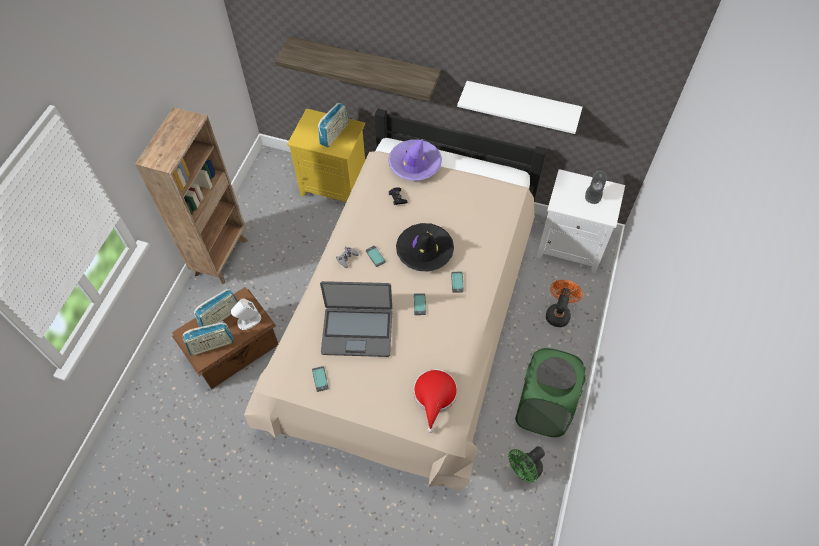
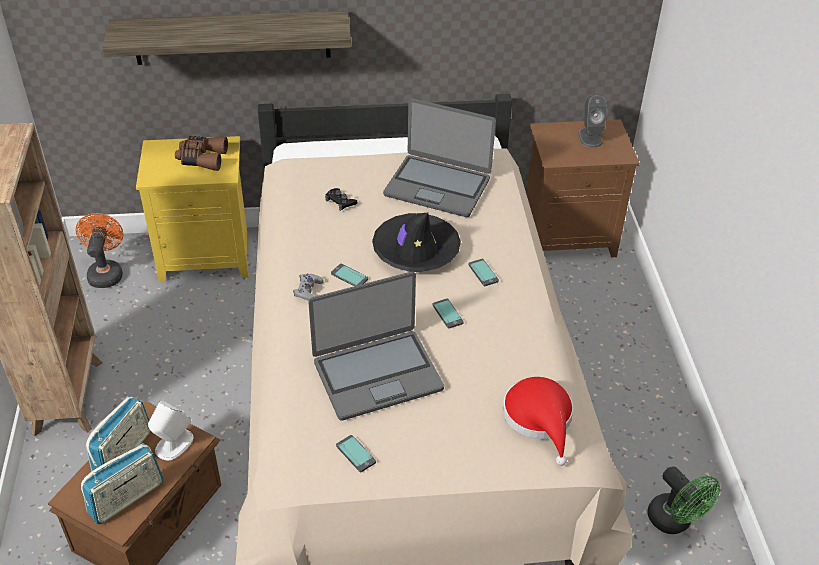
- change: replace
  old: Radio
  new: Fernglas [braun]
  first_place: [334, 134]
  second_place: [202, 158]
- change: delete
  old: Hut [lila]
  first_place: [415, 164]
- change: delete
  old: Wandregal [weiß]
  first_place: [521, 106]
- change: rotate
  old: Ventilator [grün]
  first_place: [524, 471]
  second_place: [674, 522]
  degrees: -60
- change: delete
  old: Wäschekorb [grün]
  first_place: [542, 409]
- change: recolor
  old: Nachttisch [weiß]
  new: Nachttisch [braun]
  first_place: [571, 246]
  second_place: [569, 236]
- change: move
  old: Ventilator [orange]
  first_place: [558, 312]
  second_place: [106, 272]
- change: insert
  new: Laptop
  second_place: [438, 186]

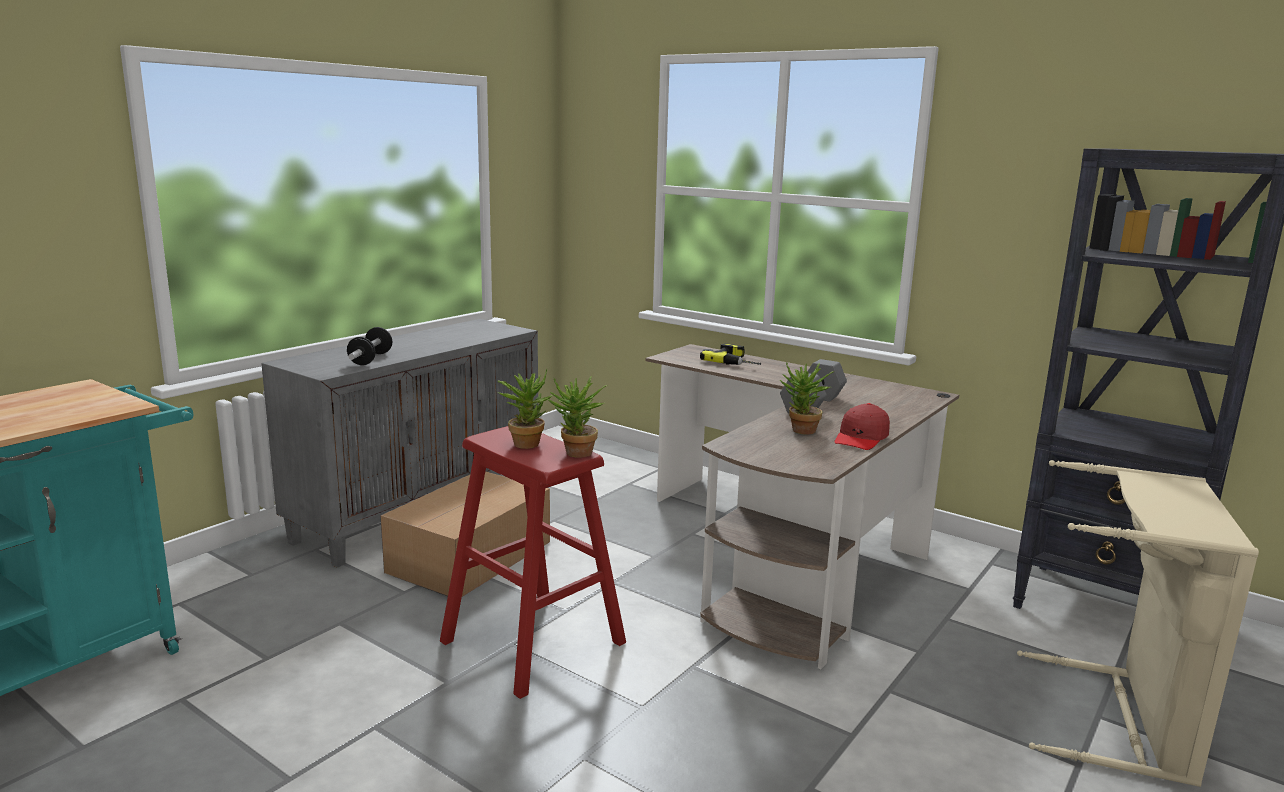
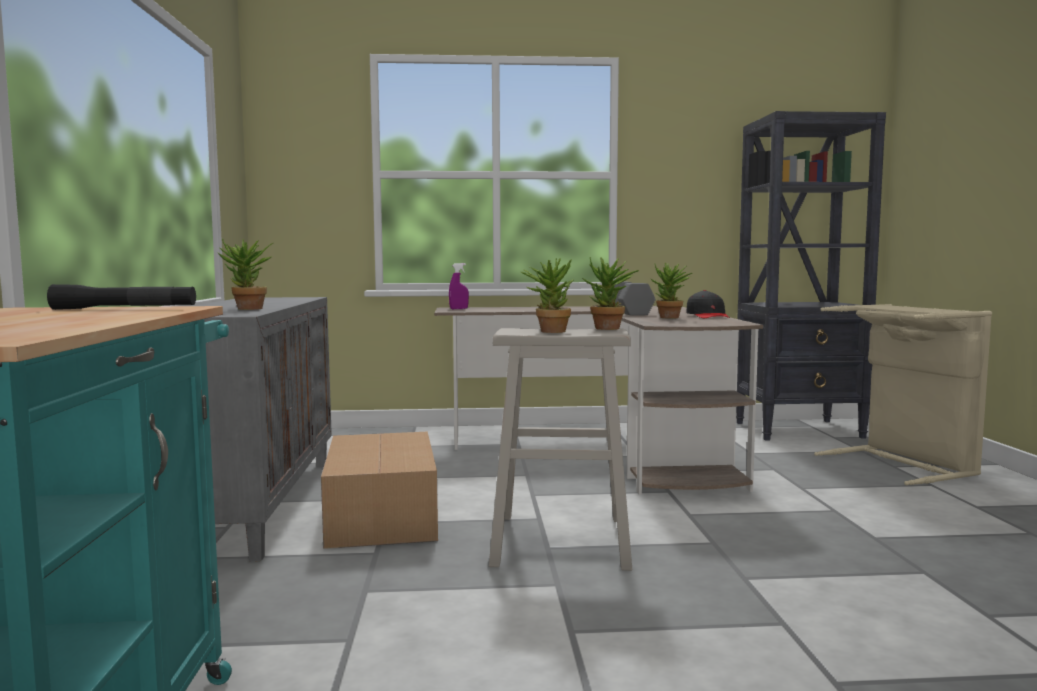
- change: replace
  old: Hantel
  new: Topfpflanze
  first_place: [371, 359]
  second_place: [247, 309]
- change: recolor
  old: Hocker [rot]
  new: Hocker [beige]
  first_place: [532, 642]
  second_place: [560, 541]
- change: delete
  old: Bohrmaschine
  first_place: [737, 362]
- change: recolor
  old: Kappe [rot]
  new: Kappe [schwarz]
  first_place: [861, 438]
  second_place: [708, 316]
- change: insert
  new: Taschenlampe [schwarz]
  second_place: [124, 308]
- change: insert
  new: Sprühflasche [lila]
  second_place: [459, 309]

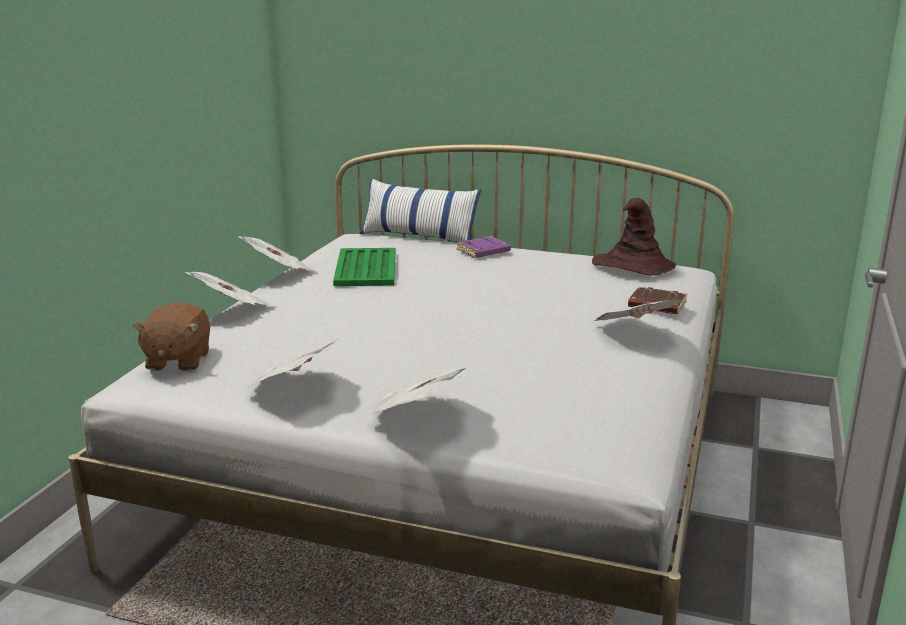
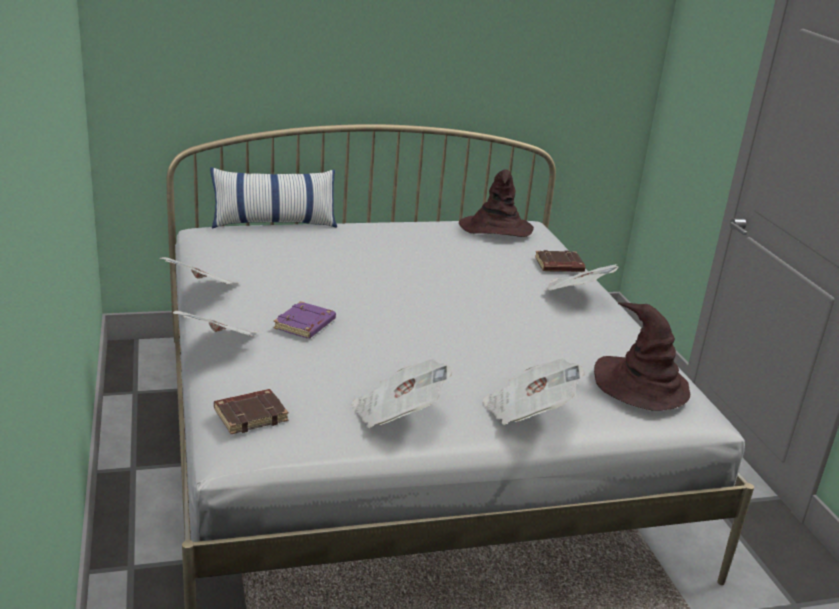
- change: replace
  old: Plüschtier [braun]
  new: Buch [braun]
  first_place: [177, 361]
  second_place: [251, 415]
- change: delete
  old: Tablett [grün]
  first_place: [366, 268]
- change: move
  old: Buch [lila]
  first_place: [483, 251]
  second_place: [305, 325]
- change: insert
  new: Hut [braun]
  second_place: [641, 385]

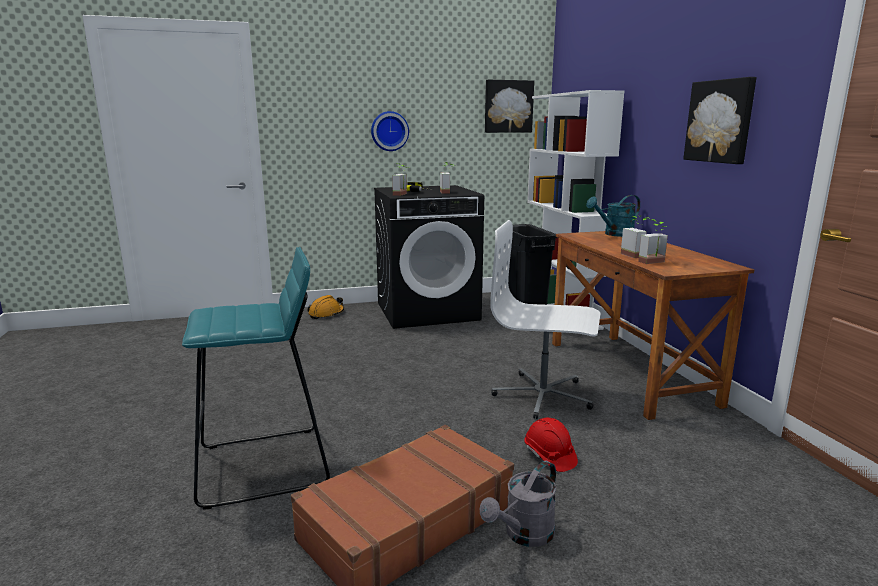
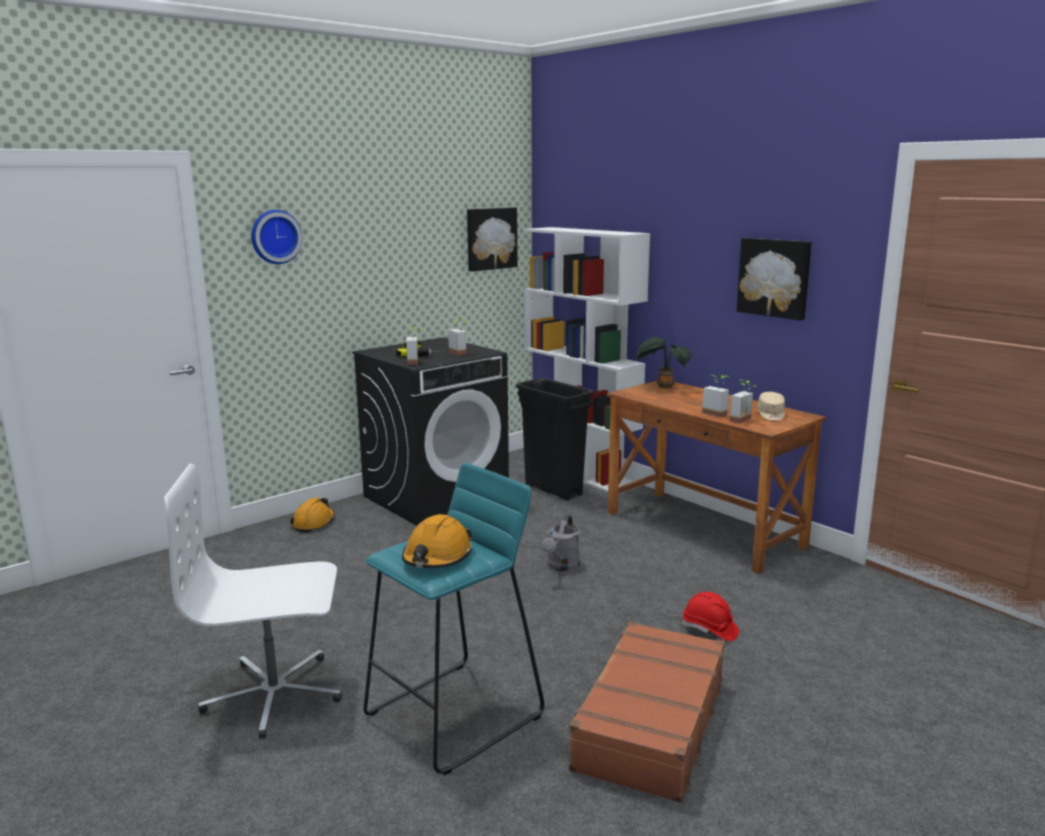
- change: move
  old: Wanduhr
  first_place: [389, 131]
  second_place: [274, 236]
- change: move
  old: Gießkanne [grau]
  first_place: [524, 535]
  second_place: [561, 566]
- change: move
  old: Bürostuhl [weiß]
  first_place: [543, 395]
  second_place: [275, 694]
- change: replace
  old: Gießkanne [türkis]
  new: Topfpflanze
  first_place: [614, 234]
  second_place: [663, 387]
- change: insert
  new: Schutzhelm [orange]
  second_place: [437, 557]
- change: insert
  new: Kappe [beige]
  second_place: [771, 414]

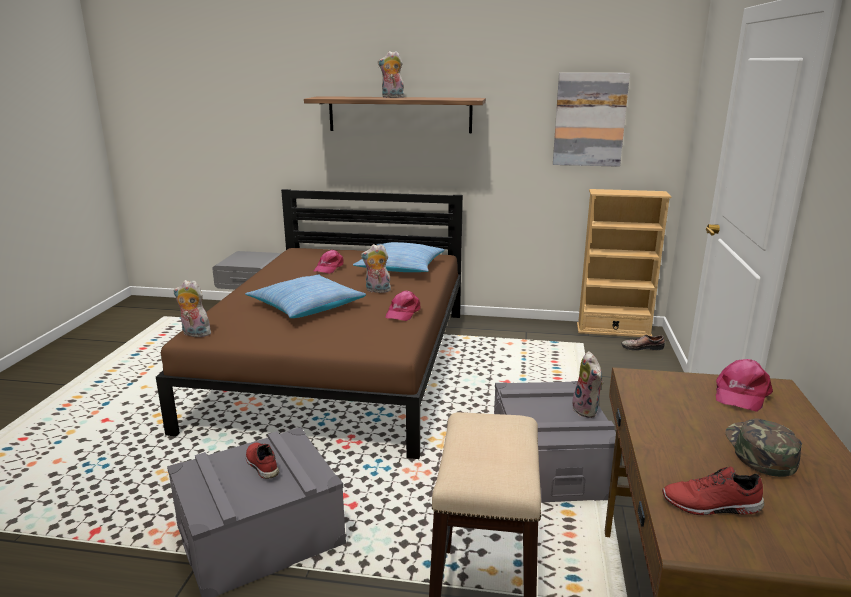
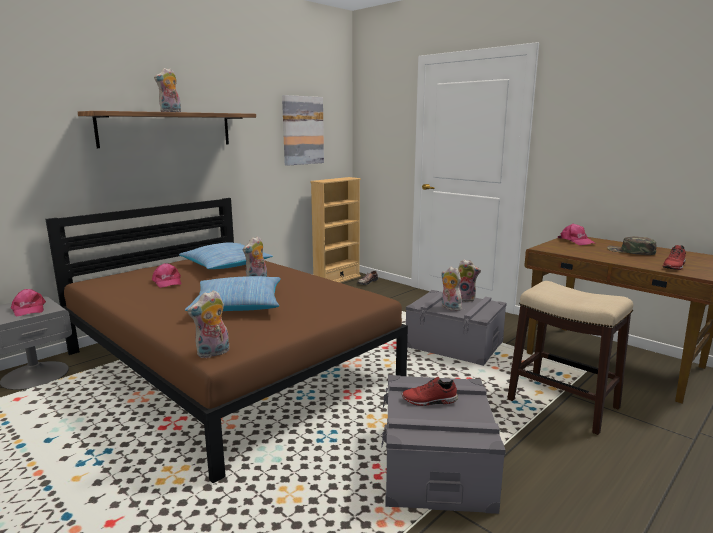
- change: move
  old: Kappe [rosa]
  first_place: [403, 312]
  second_place: [28, 309]
- change: insert
  new: Plüschtier
  second_place: [449, 308]

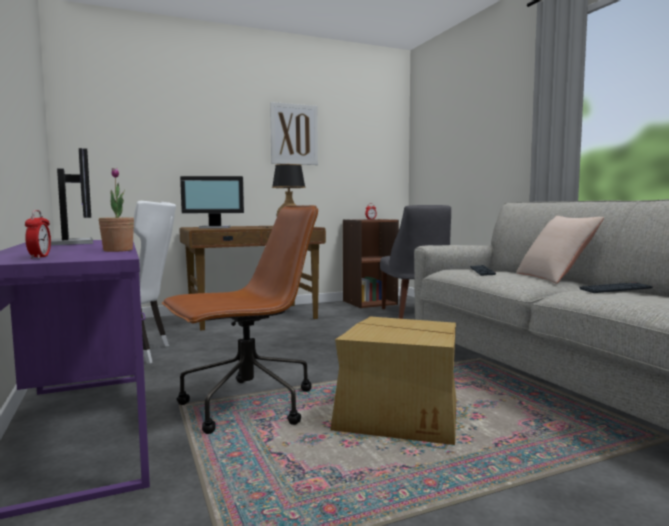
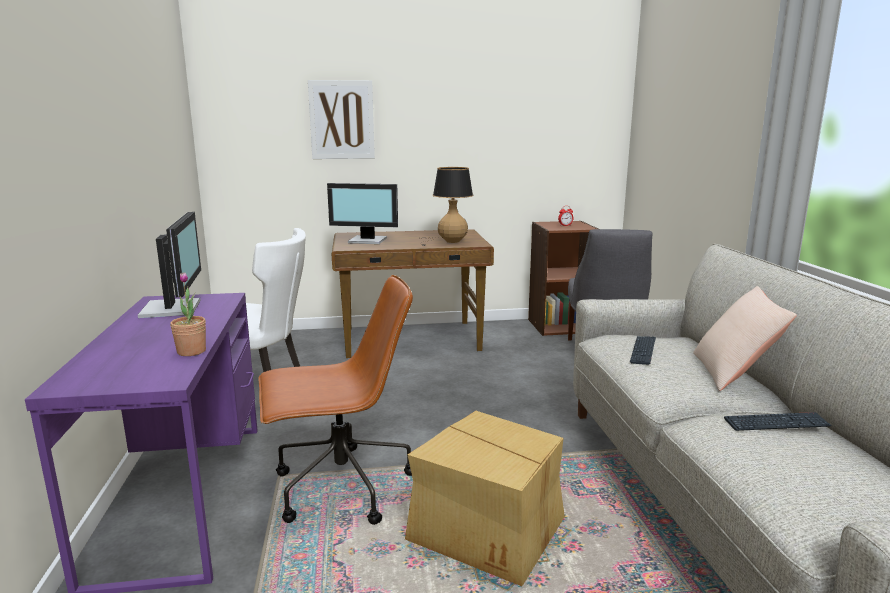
- change: delete
  old: Wecker
  first_place: [39, 257]
- change: move
  old: Bild
  first_place: [294, 134]
  second_place: [342, 120]

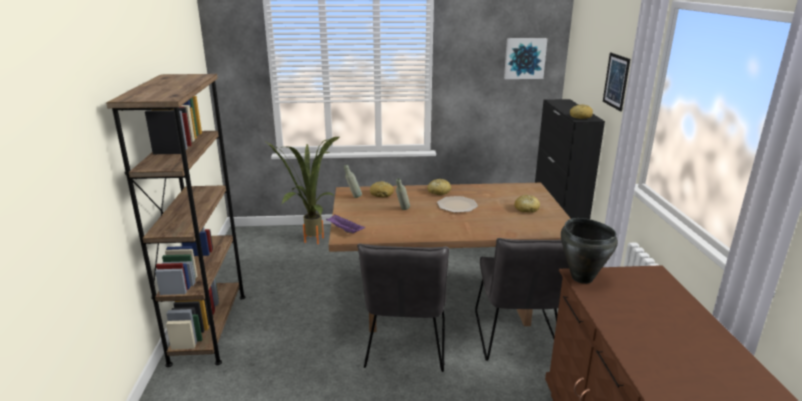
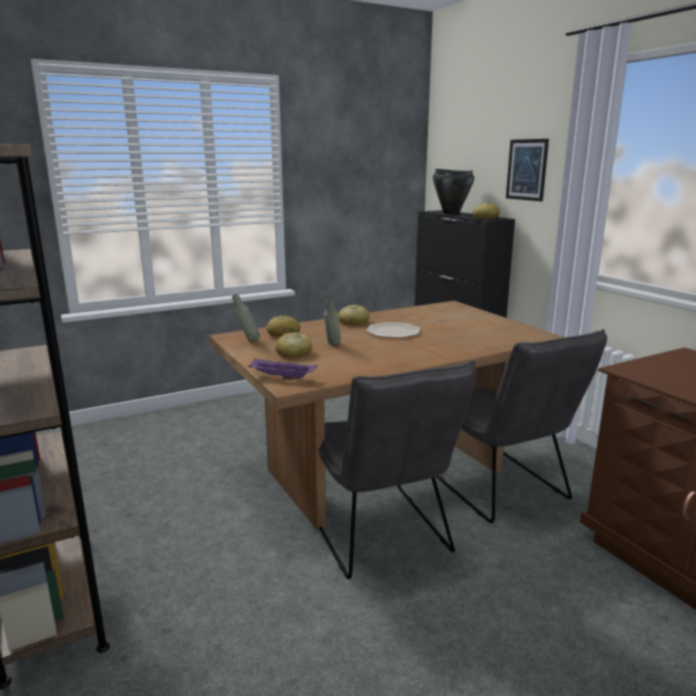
- change: delete
  old: Topfpflanze
  first_place: [310, 242]
- change: delete
  old: Bild
  first_place: [524, 58]
- change: move
  old: Brot
  first_place: [526, 209]
  second_place: [294, 353]
- change: move
  old: Kochtopf [schwarz]
  first_place: [582, 278]
  second_place: [451, 213]

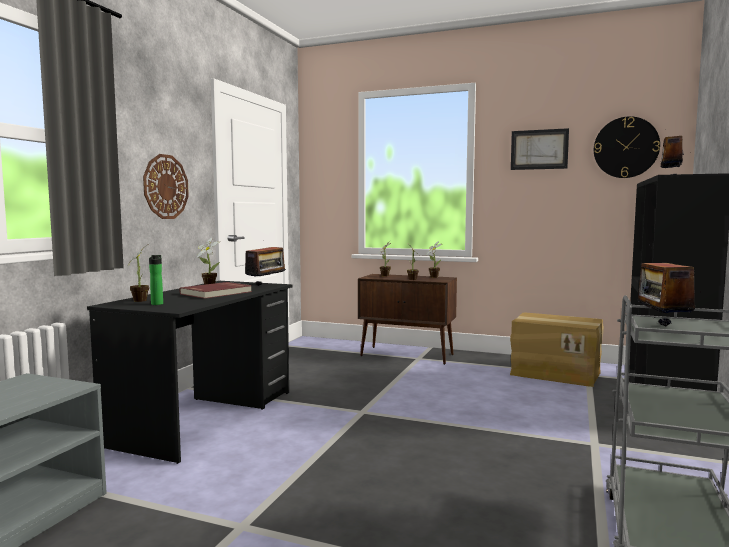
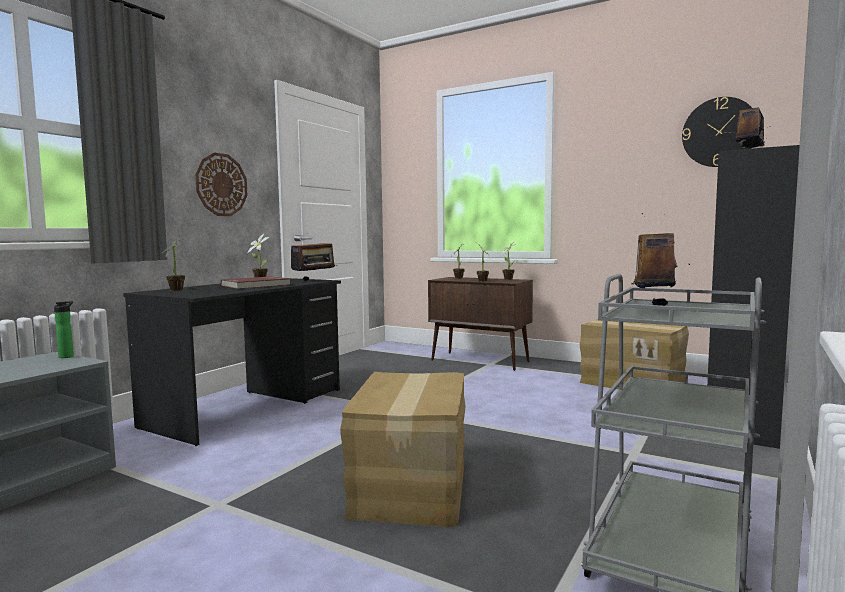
- change: move
  old: Flasche
  first_place: [157, 304]
  second_place: [67, 356]
- change: delete
  old: Bild
  first_place: [539, 149]
- change: insert
  new: Karton
  second_place: [413, 487]

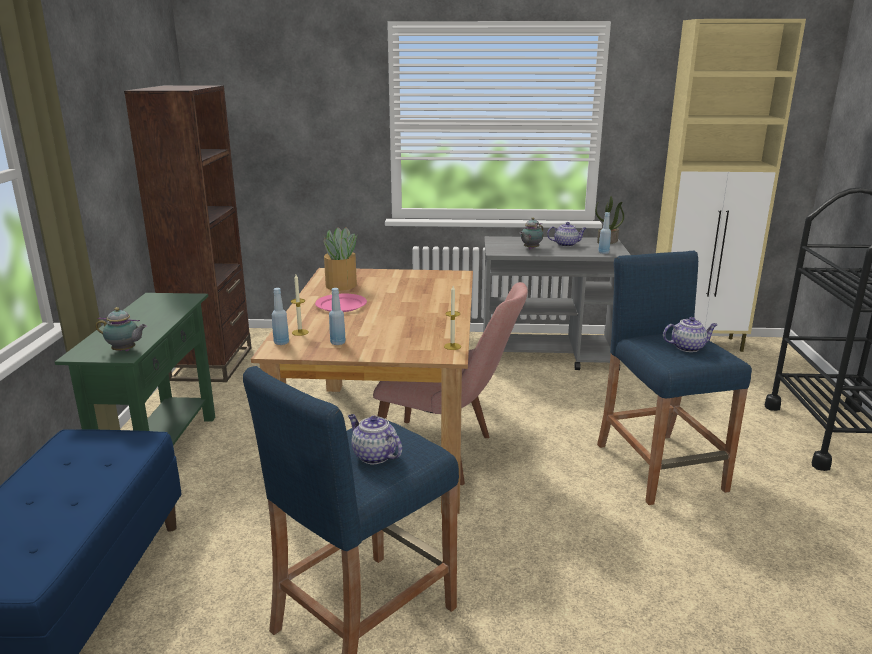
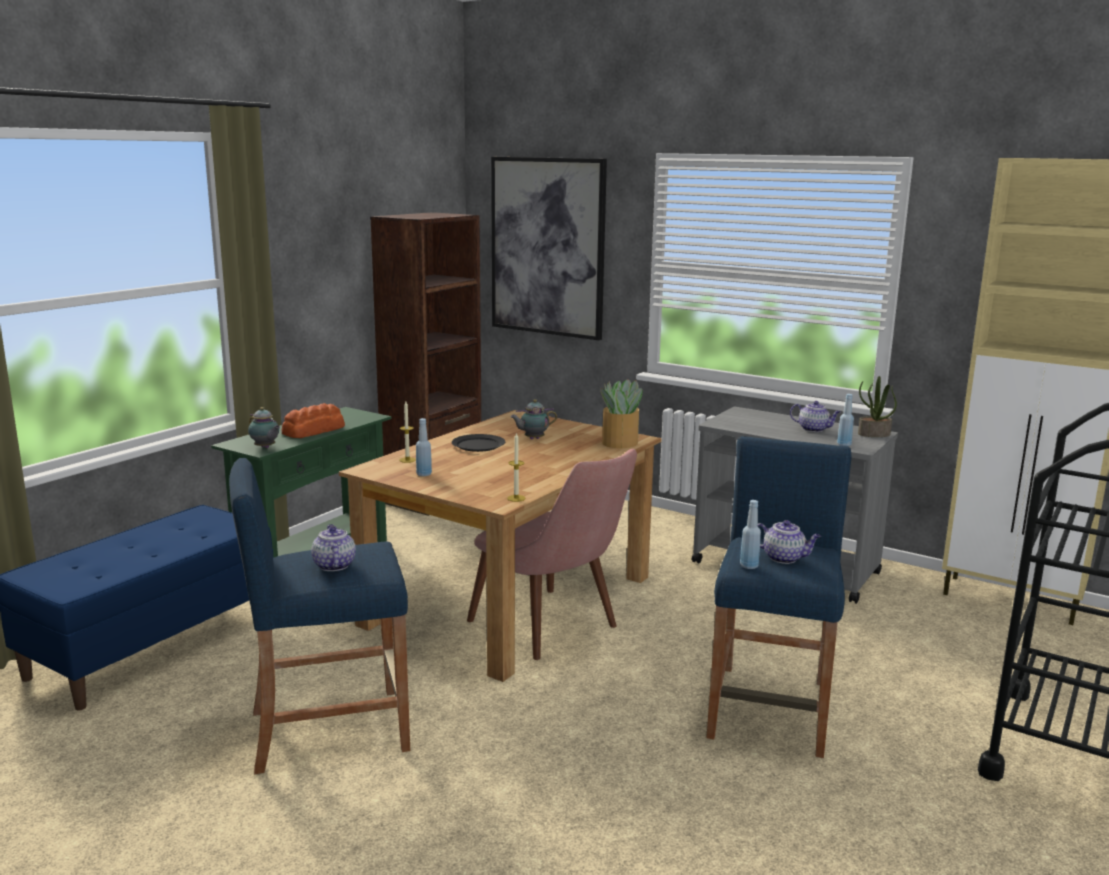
- change: move
  old: Flasche [blau]
  first_place: [281, 343]
  second_place: [749, 566]
- change: recolor
  old: Teller [rosa]
  new: Teller [schwarz]
  first_place: [341, 305]
  second_place: [479, 445]
- change: move
  old: Topfpflanze
  first_place: [340, 285]
  second_place: [619, 443]
- change: move
  old: Teekanne
  first_place: [530, 249]
  second_place: [533, 439]
- change: insert
  new: Brot
  second_place: [314, 430]
- change: insert
  new: Bild
  second_place: [547, 247]

